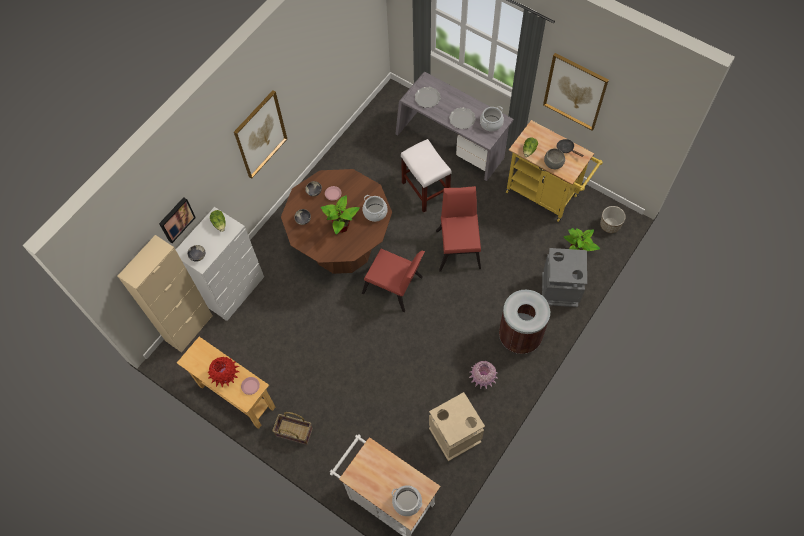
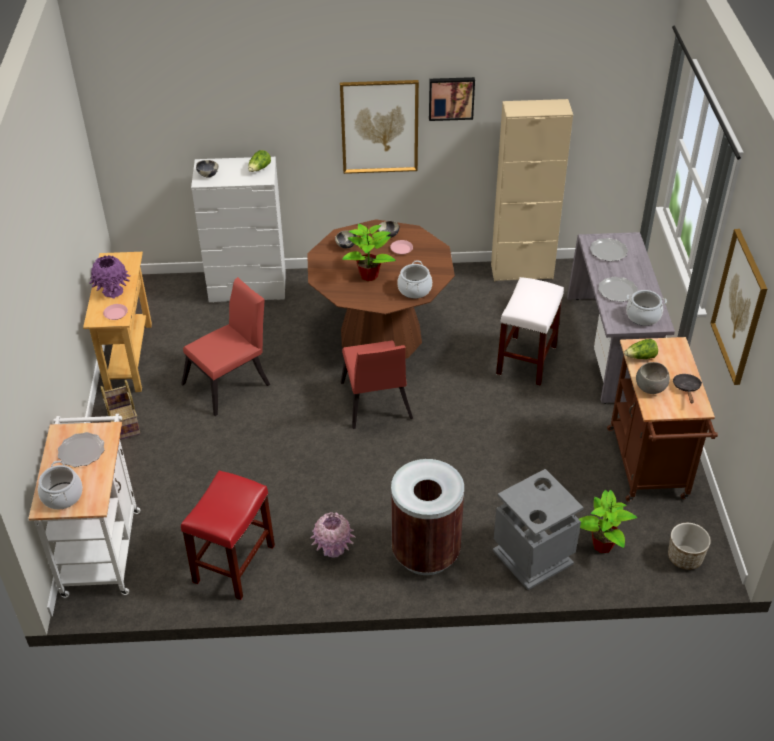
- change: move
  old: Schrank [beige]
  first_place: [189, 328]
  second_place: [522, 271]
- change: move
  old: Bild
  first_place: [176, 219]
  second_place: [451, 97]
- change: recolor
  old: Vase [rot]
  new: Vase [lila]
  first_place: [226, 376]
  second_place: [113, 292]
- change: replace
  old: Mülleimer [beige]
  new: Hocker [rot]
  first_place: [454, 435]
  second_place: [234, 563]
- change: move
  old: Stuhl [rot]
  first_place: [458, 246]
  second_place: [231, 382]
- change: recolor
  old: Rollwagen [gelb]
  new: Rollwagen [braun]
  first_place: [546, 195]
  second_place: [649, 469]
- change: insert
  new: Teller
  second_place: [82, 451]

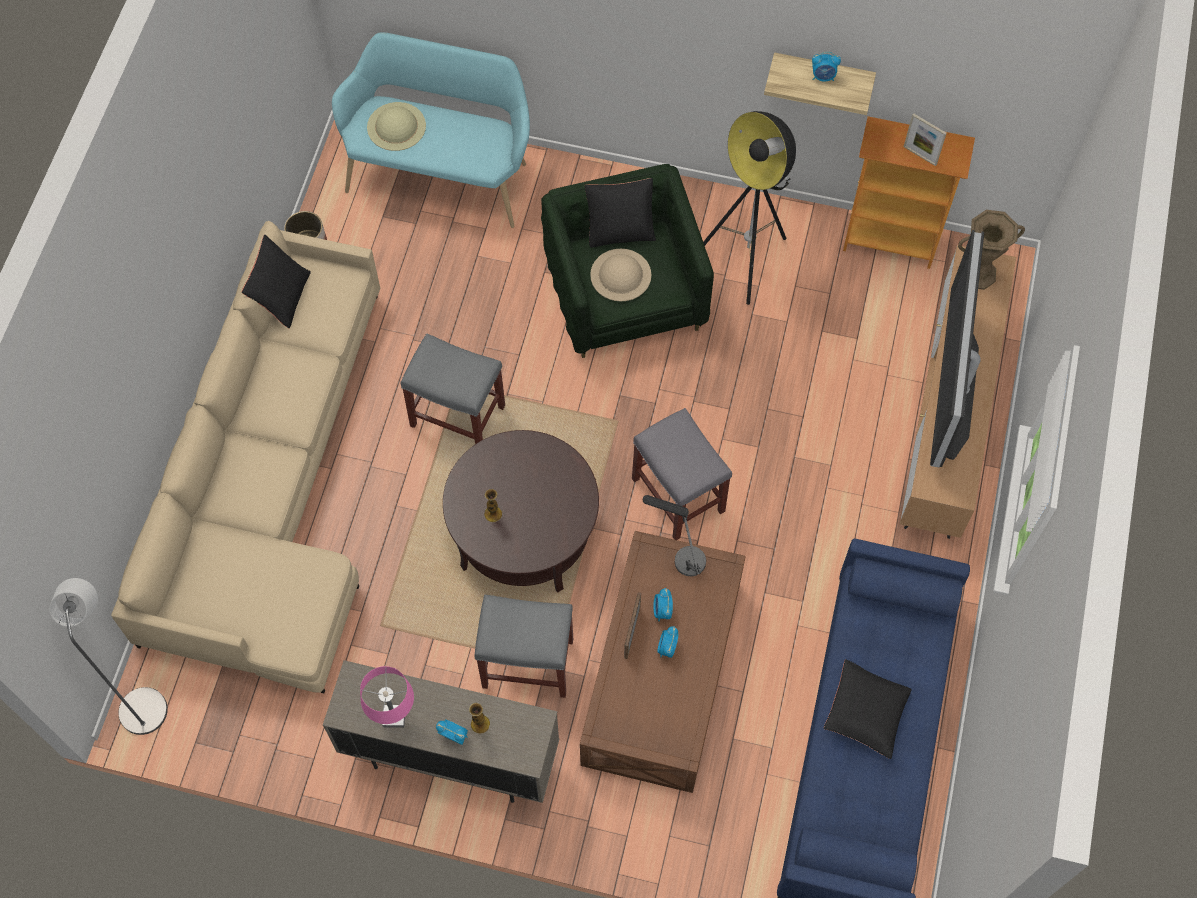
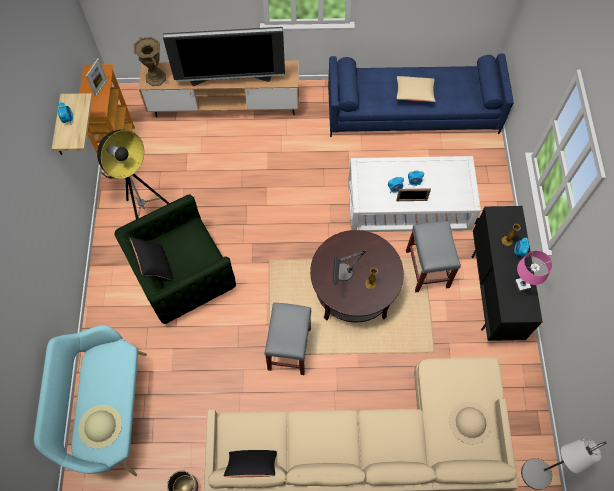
- change: recolor
  old: Schrank [beige]
  new: Schrank [schwarz]
  first_place: [451, 757]
  second_place: [492, 293]
- change: recolor
  old: Couchtisch [braun]
  new: Couchtisch [weiß]
  first_place: [663, 673]
  second_place: [408, 204]
- change: move
  old: Hut [beige]
  first_place: [621, 275]
  second_place: [470, 422]
- change: delete
  old: Hocker [grau]
  first_place: [679, 496]
- change: move
  old: Tischlampe
  first_place: [681, 556]
  second_place: [342, 278]
- change: recolor
  old: Kissen [schwarz]
  new: Kissen [beige]
  first_place: [865, 713]
  second_place: [414, 93]

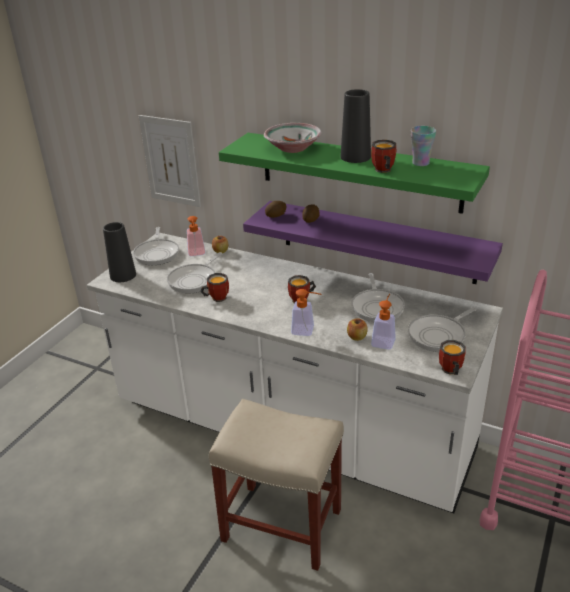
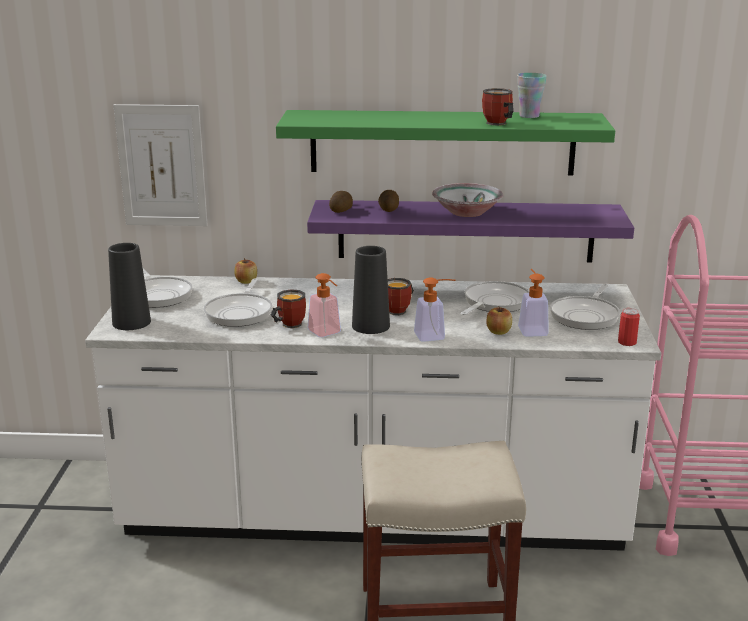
- change: move
  old: Seifenspender
  first_place: [197, 254]
  second_place: [327, 333]
- change: move
  old: Schüssel
  first_place: [292, 148]
  second_place: [466, 212]
- change: move
  old: Vase [schwarz]
  first_place: [355, 157]
  second_place: [370, 326]
- change: rotate
  old: Pfanne
  first_place: [377, 307]
  second_place: [494, 303]
  degrees: -120
- change: replace
  old: Henkelbecher
  new: Dose
  first_place: [449, 371]
  second_place: [627, 342]

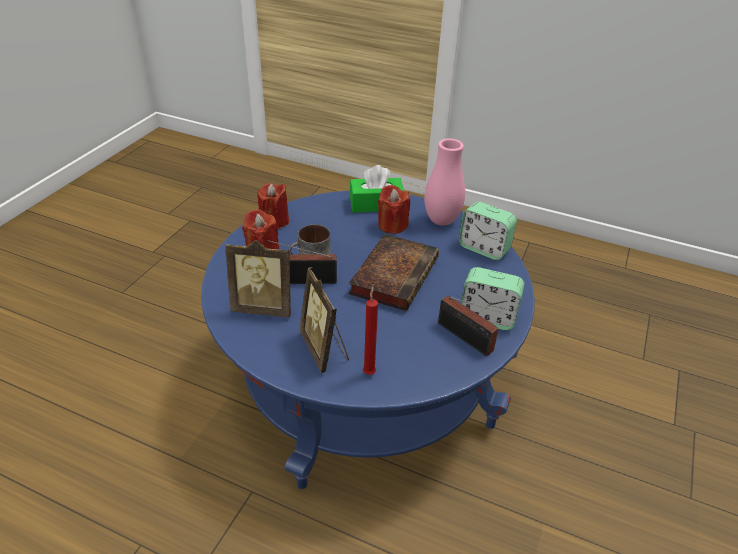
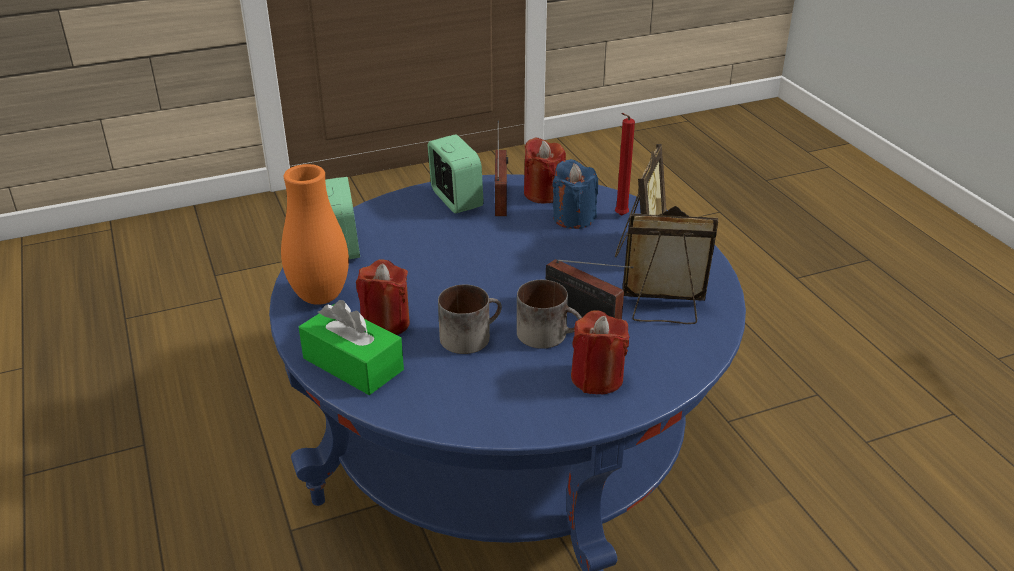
- change: rotate
  old: Bilderrahmen
  first_place: [264, 307]
  second_place: [663, 310]
  degrees: -45
- change: move
  old: Kerze [rot]
  first_place: [274, 221]
  second_place: [543, 193]
- change: delete
  old: Buch
  first_place: [394, 274]
- change: recolor
  old: Vase [rosa]
  new: Vase [orange]
  first_place: [441, 221]
  second_place: [320, 297]
- change: insert
  new: Henkelbecher
  second_place: [470, 335]
- change: insert
  new: Kerze [blau]
  second_place: [573, 218]

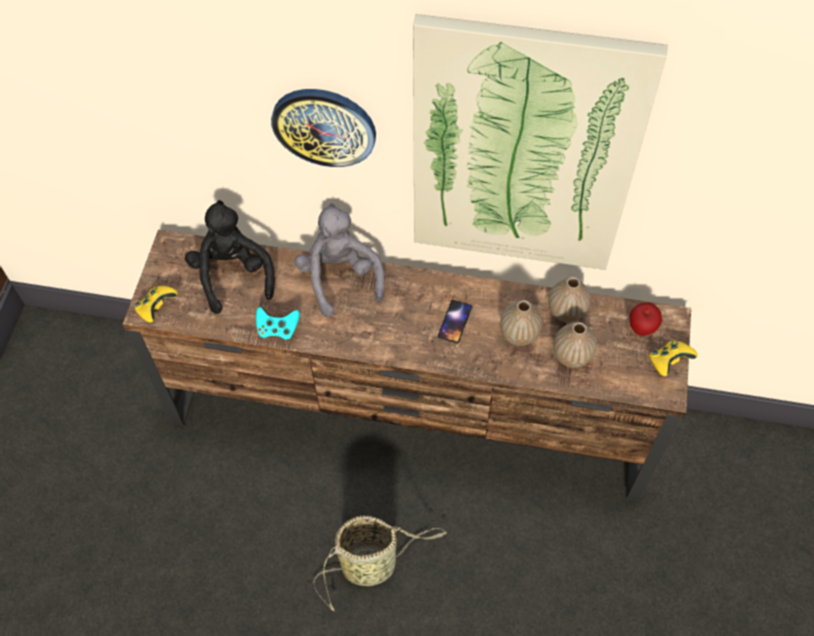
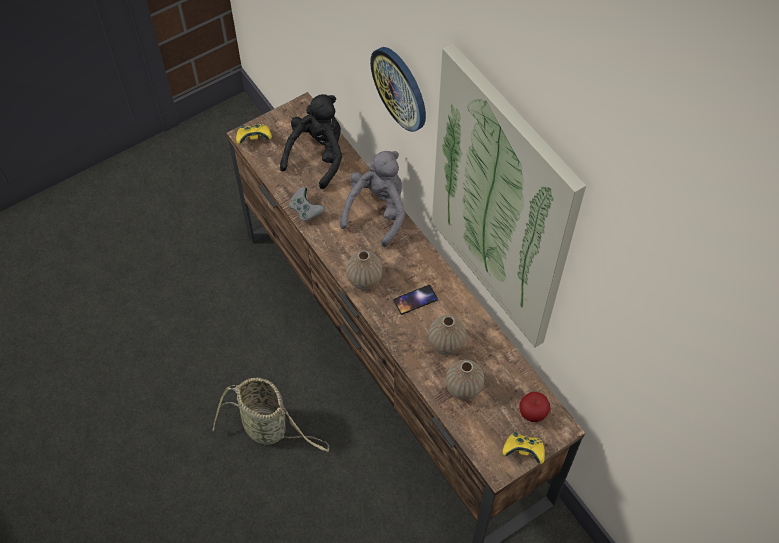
- change: recolor
  old: Gamepad [türkis]
  new: Gamepad [grau]
  first_place: [277, 329]
  second_place: [306, 210]
- change: move
  old: Vase
  first_place: [566, 311]
  second_place: [364, 280]

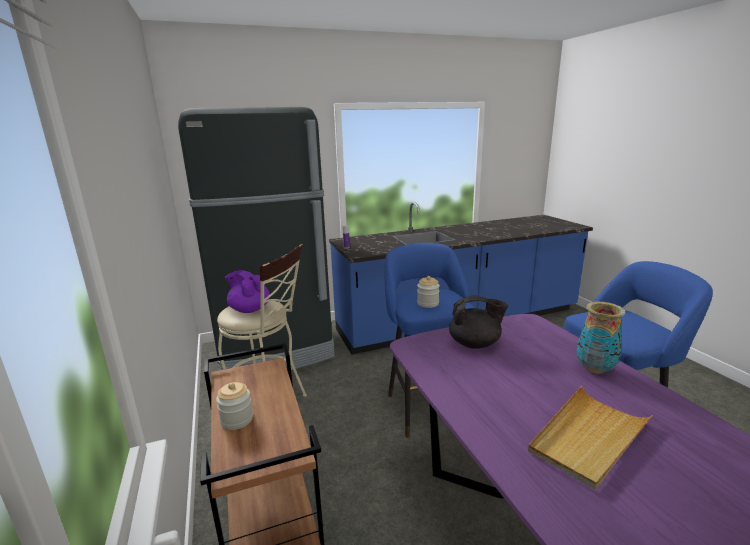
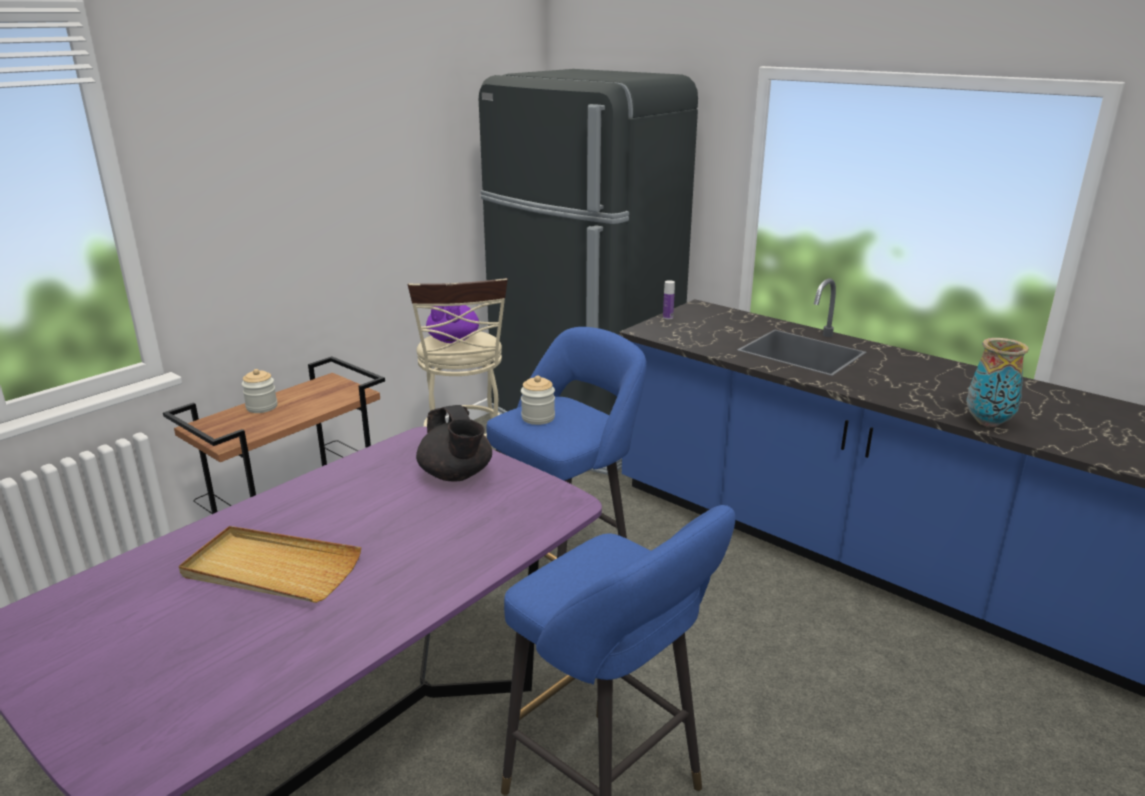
- change: move
  old: Vase
  first_place: [594, 369]
  second_place: [988, 422]

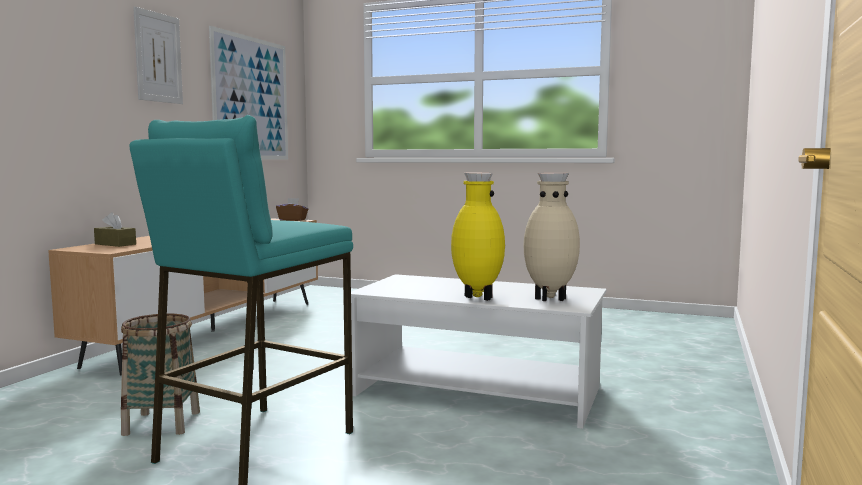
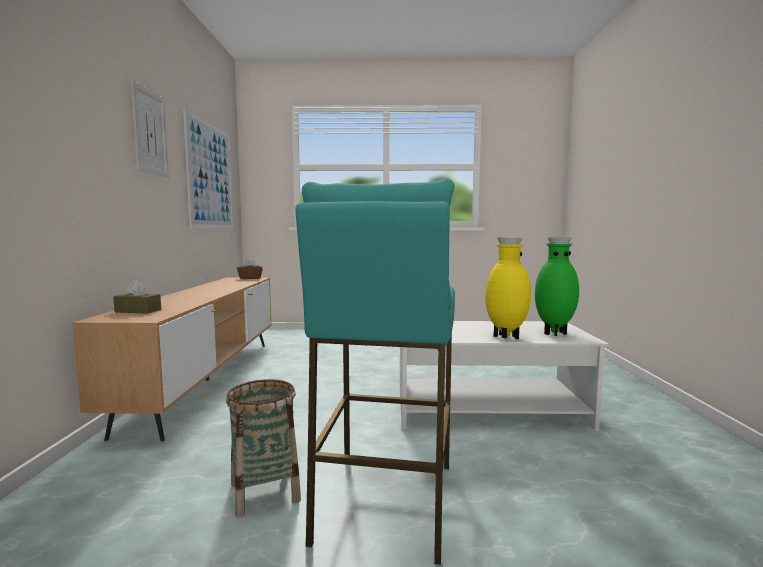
- change: recolor
  old: Vase [beige]
  new: Vase [grün]
  first_place: [550, 298]
  second_place: [553, 333]

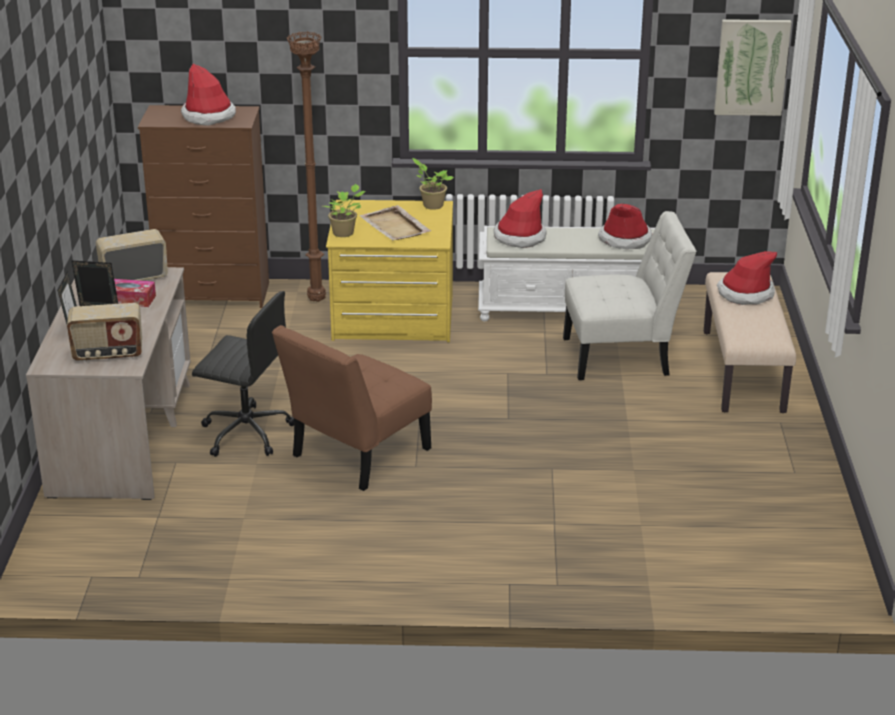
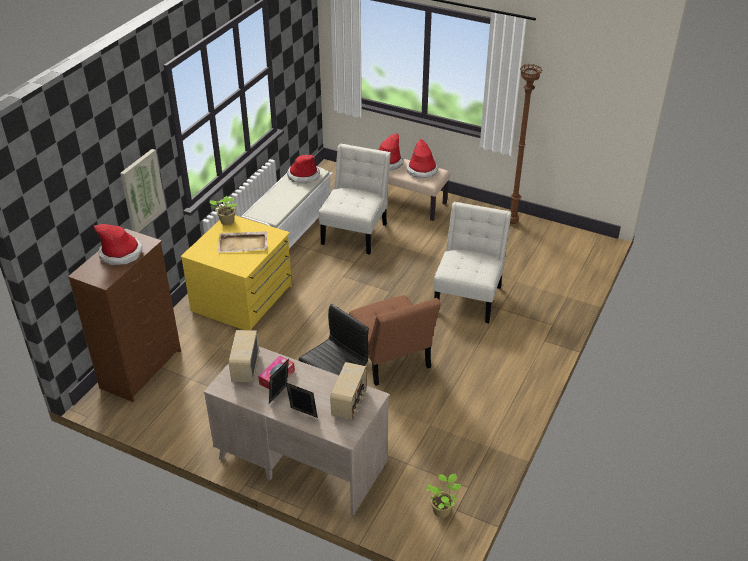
- change: move
  old: Stehlampe [braun]
  first_place: [316, 301]
  second_place: [513, 223]
- change: move
  old: Topfpflanze
  first_place: [345, 233]
  second_place: [442, 510]
- change: move
  old: Hut
  first_place: [519, 237]
  second_place: [422, 171]
- change: move
  old: Bild
  first_place: [751, 67]
  second_place: [142, 191]
- change: insert
  new: Stuhl [weiß]
  second_place: [469, 296]

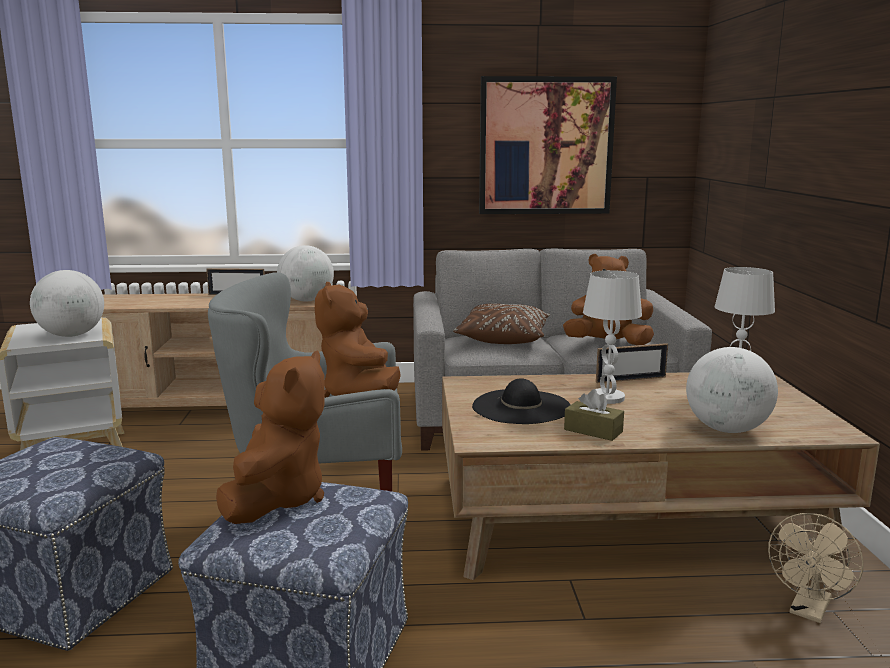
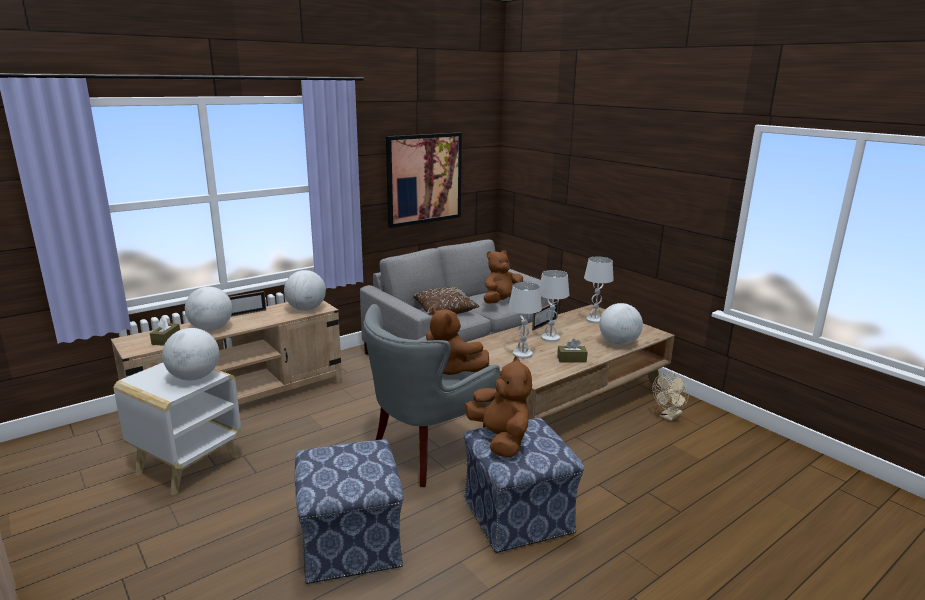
- change: replace
  old: Hut [schwarz]
  new: Tischlampe [weiß]
  first_place: [521, 407]
  second_place: [522, 354]
- change: rotate
  old: Ventilator [beige]
  first_place: [809, 611]
  second_place: [669, 417]
  degrees: 45
- change: insert
  new: Taschentuchbox [braun]
  second_place: [166, 339]
- change: insert
  new: Globus
  second_place: [211, 329]

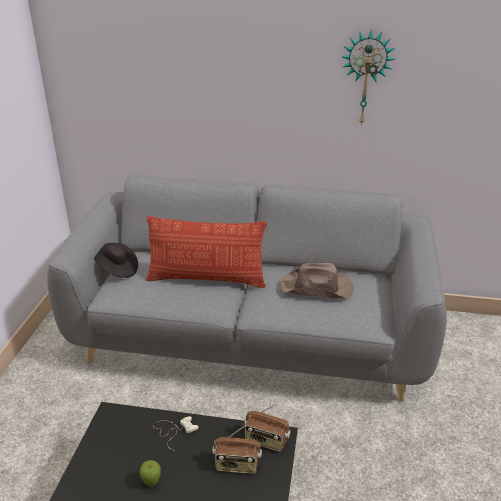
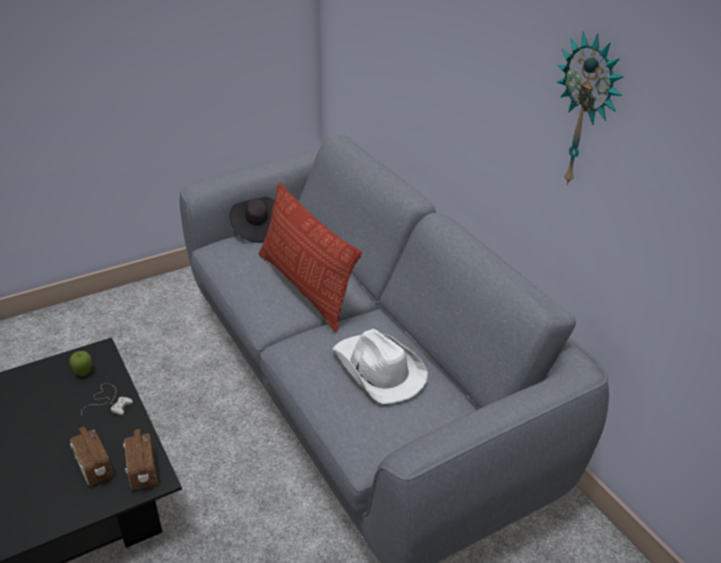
- change: move
  old: Apfel
  first_place: [151, 483]
  second_place: [84, 374]
- change: recolor
  old: Hut [braun]
  new: Hut [weiß]
  first_place: [317, 288]
  second_place: [378, 370]

